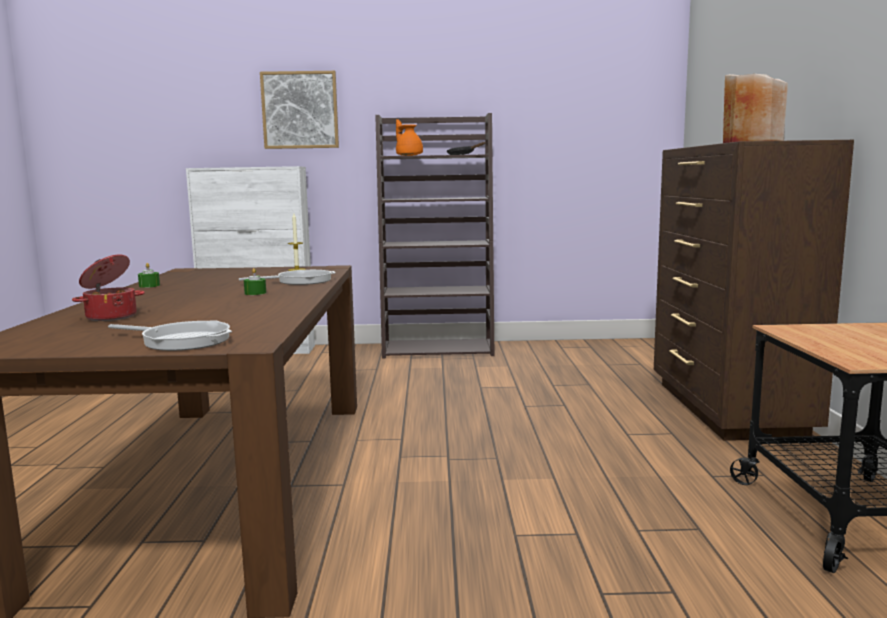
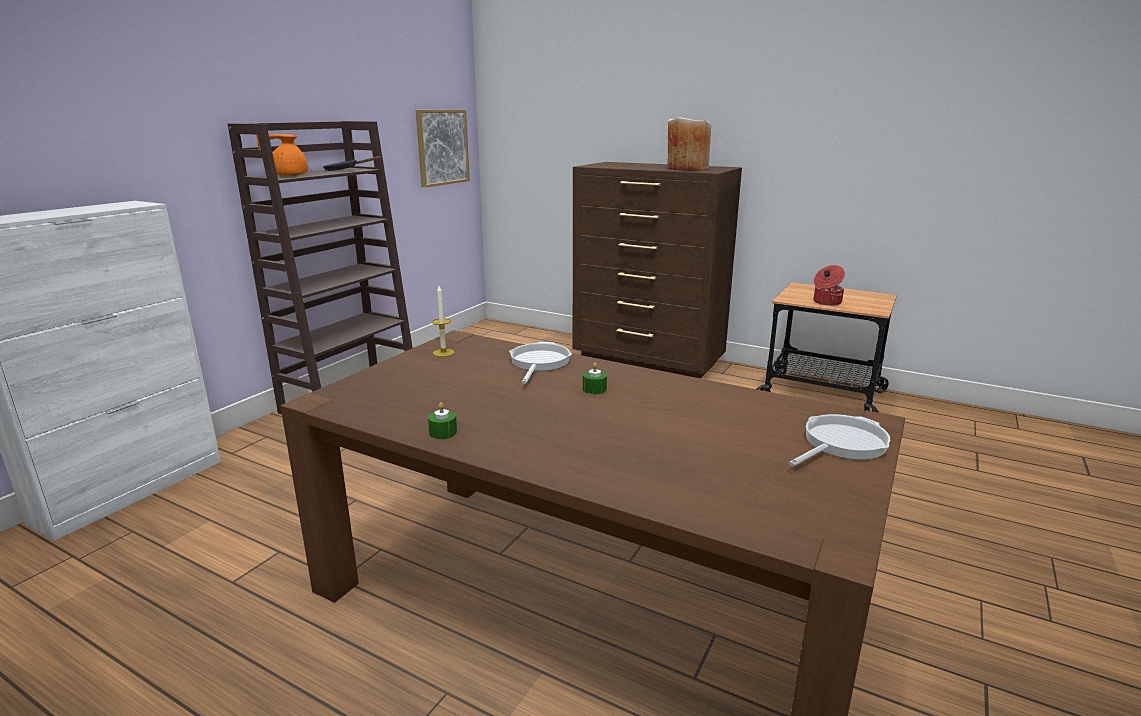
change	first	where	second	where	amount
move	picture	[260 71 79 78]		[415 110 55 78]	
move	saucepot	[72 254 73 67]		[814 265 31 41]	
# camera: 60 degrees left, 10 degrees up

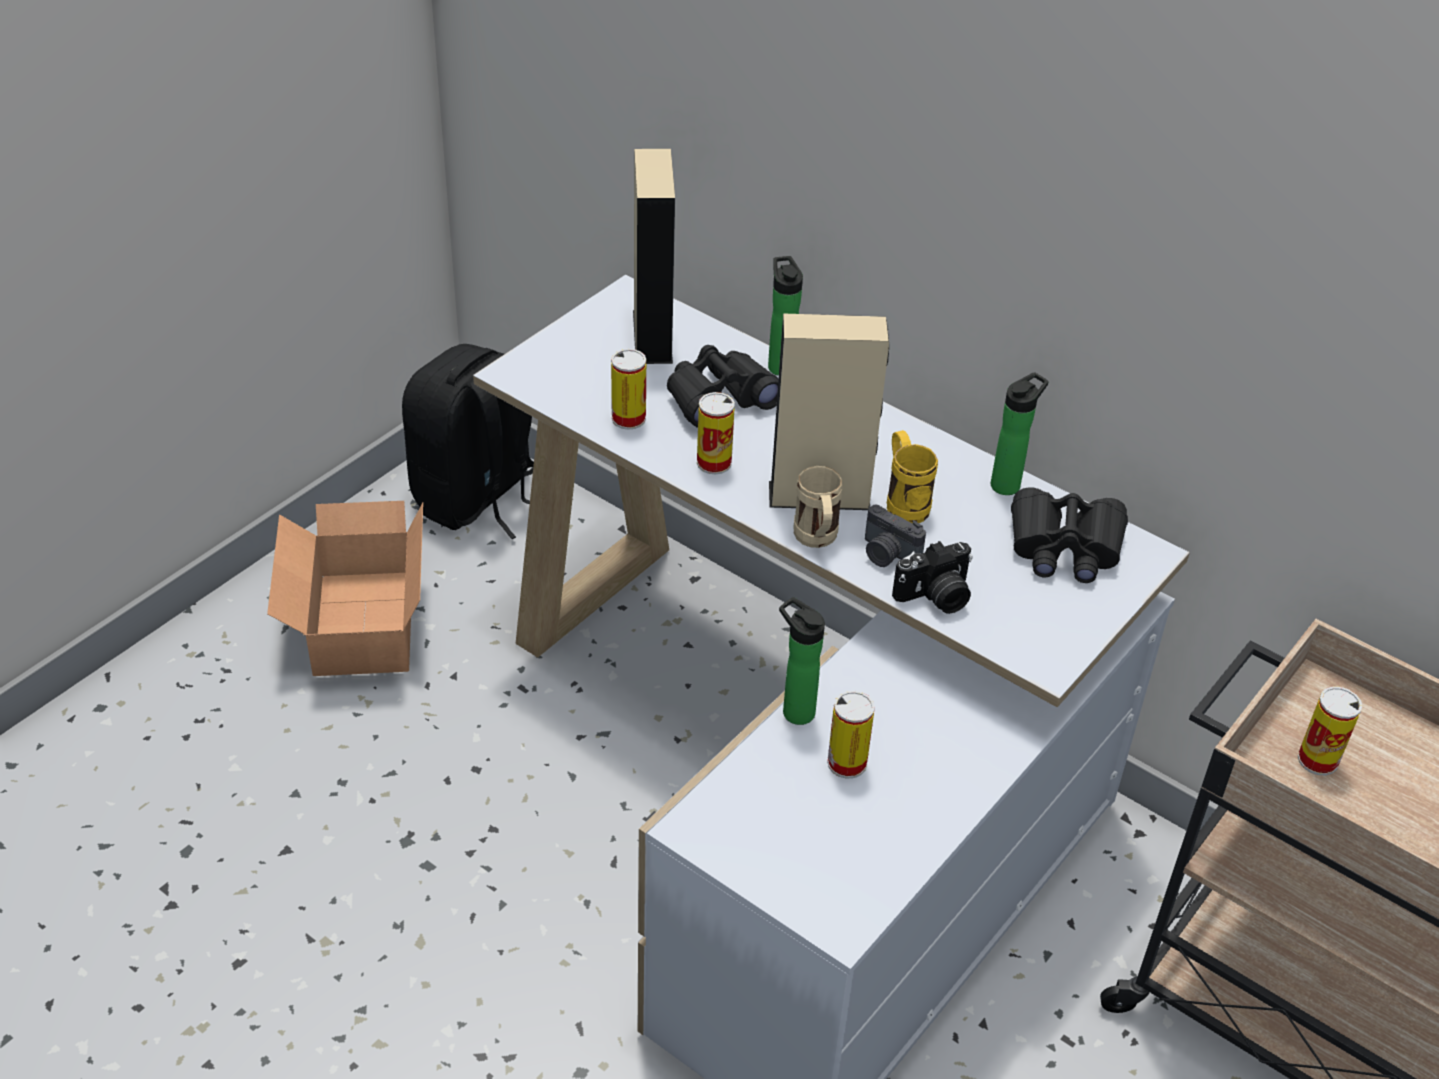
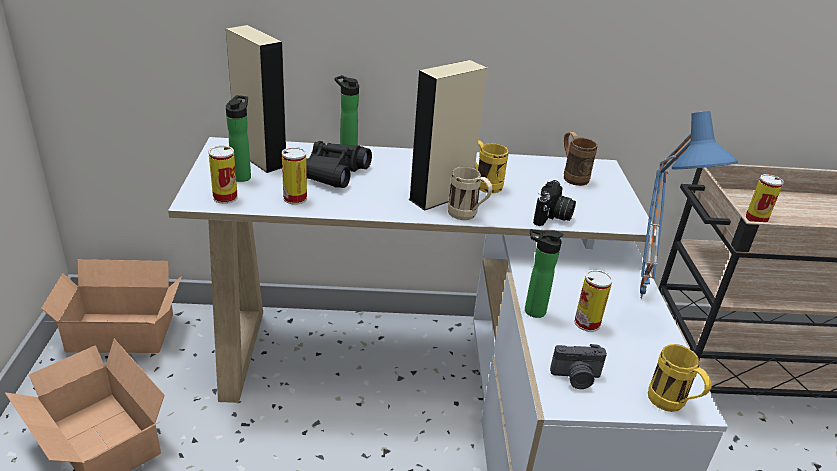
change	first	where	second	where	amount
replace	blackish knapsack	[402 344 132 195]	cardboard box	[41 259 141 94]	
move	bottle	[991 372 58 123]		[226 95 25 87]	
move	metal can	[697 392 38 82]		[208 146 30 58]	
replace	blackish binoculars	[1011 487 117 96]	brown coffee mug	[564 132 33 54]	
move	photo camera	[865 505 61 62]		[550 344 57 45]	
insert			blue-coloured lamp for a table	[640 111 98 188]	
insert			yellowish coffee mug	[648 344 64 68]	
# camera: 40 degrees left, 10 degrees down

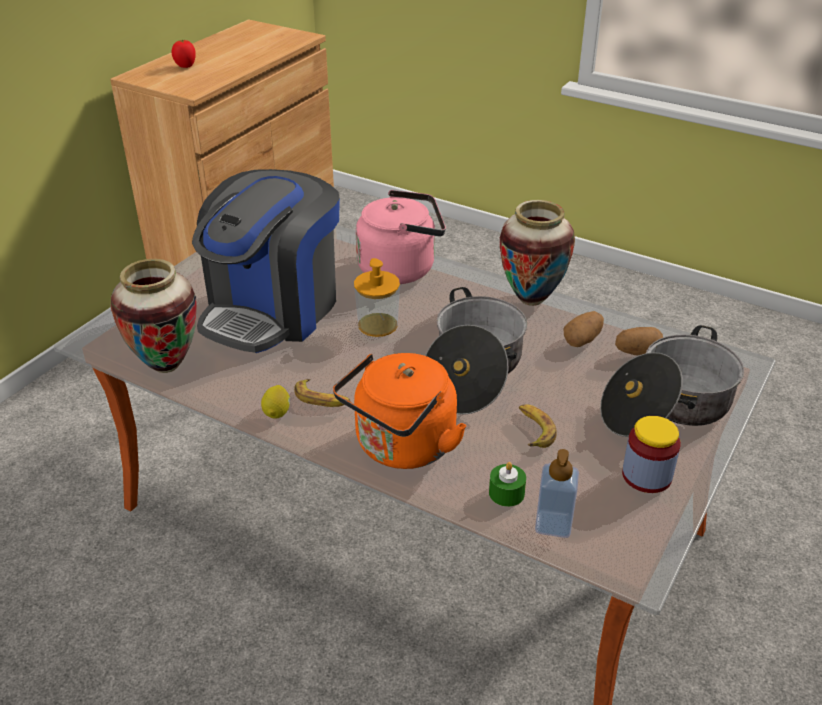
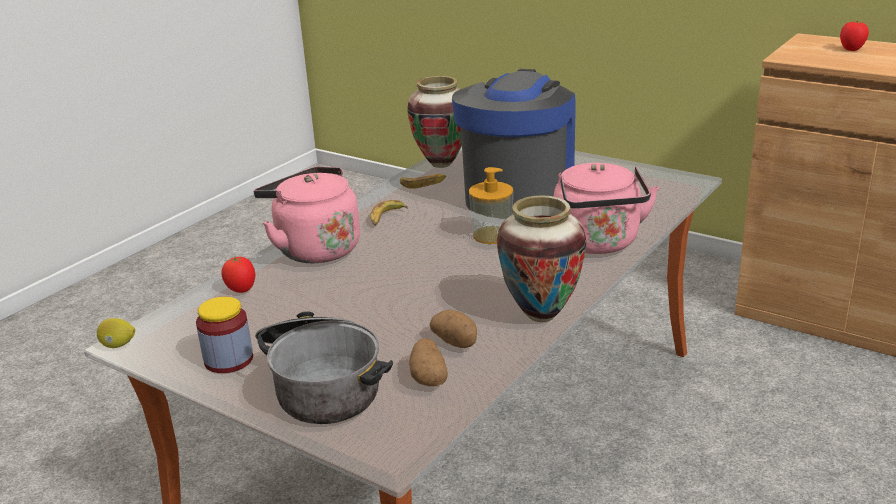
change	first	where	second	where	amount
rotate	coffee machine	[192 169 148 184]		[452 69 124 141]	75 degrees clockwise
delete	saucepot	[425 287 102 128]			
recolor	orangey kettle	[333 353 133 116]	pinkish kettle	[254 166 106 97]	
move	whole lemon	[261 385 29 34]		[97 318 38 30]	
move	banana	[519 405 38 43]		[400 174 46 15]	
delete	soap dispenser	[535 449 44 89]			
replace	green-coloured candle	[489 462 37 45]	fresh tomato	[221 257 34 36]	
# camera: 95 degrees right, 10 degrees down

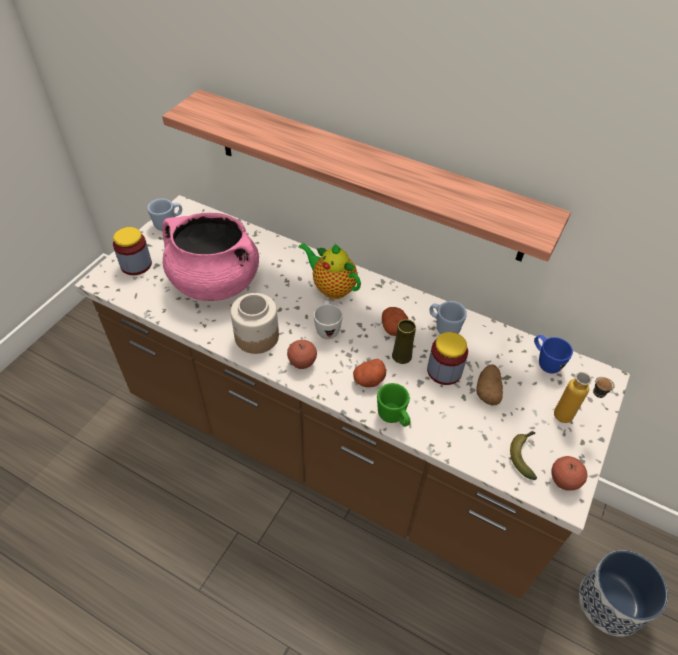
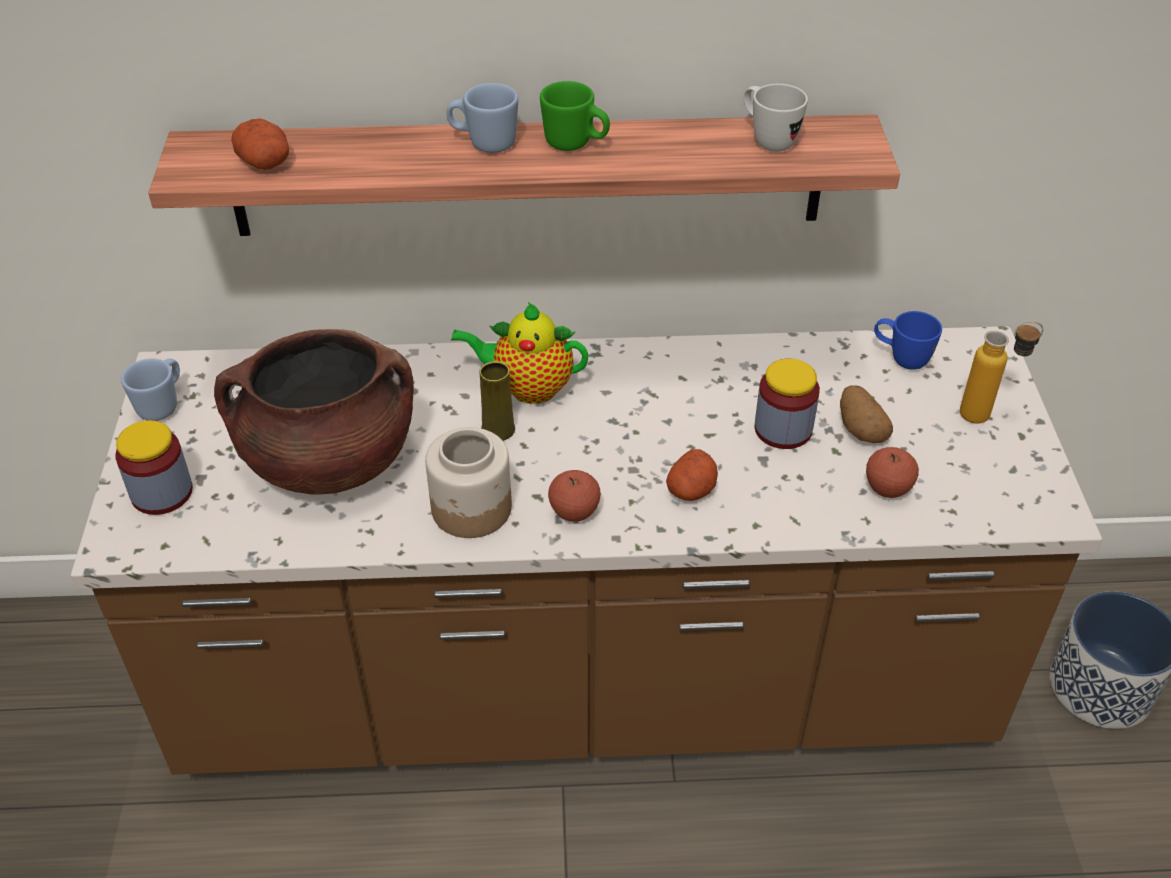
change	first	where	second	where	amount
recolor	pinkish saucepot	[162 213 97 88]	brown saucepot	[214 329 200 166]	
move	white-coloured coffee mug	[314 300 29 39]		[744 84 64 68]	
move	blue-coloured coffee mug	[430 301 37 33]		[446 83 72 70]	
move	whole potato	[382 307 27 29]		[232 119 57 51]	
move	yellowish flower vase	[392 319 24 45]		[479 361 36 80]	
move	green-coloured coffee mug	[377 383 33 44]		[540 81 70 70]	
delete	banana	[510 431 27 49]			
move	whole apple	[551 456 36 35]		[866 447 53 51]	
# camera: 30 degrees left, 5 degrees down

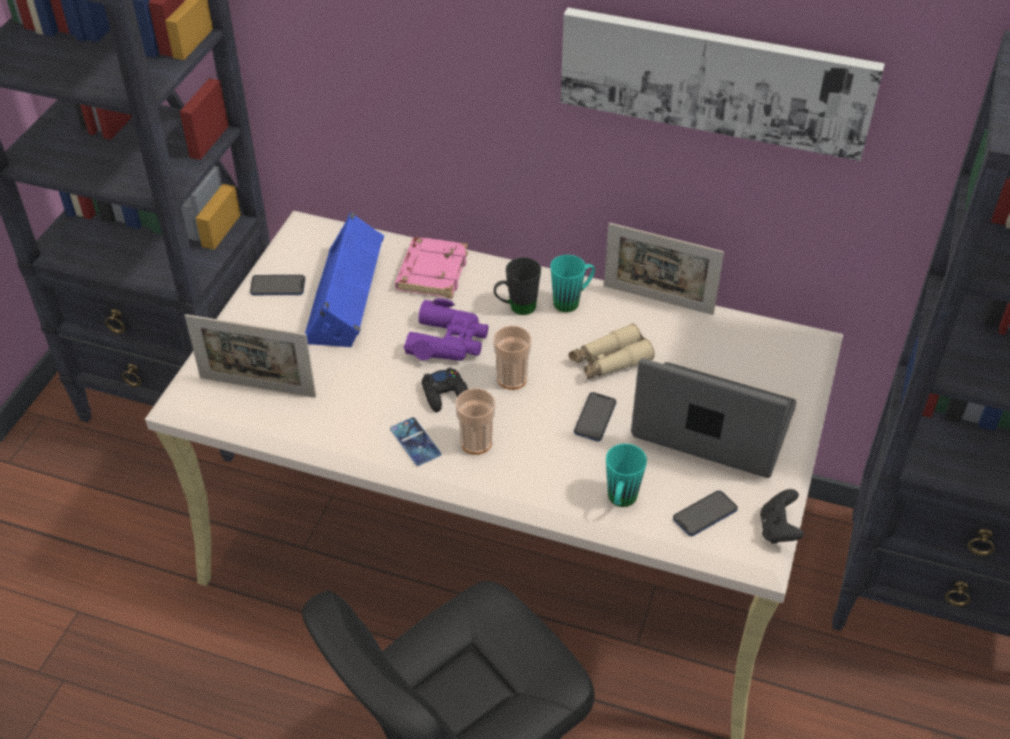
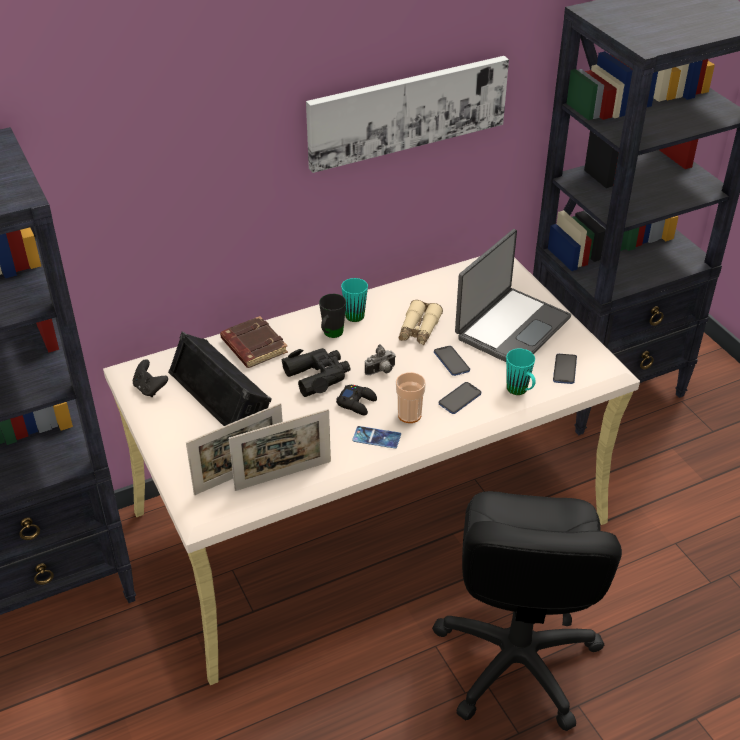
change	first	where	second	where	amount
recolor	blue-coloured loudspeaker	[305 211 79 136]	blackish loudspeaker	[168 332 104 94]	
move	picture frame	[604 223 120 92]		[229 409 102 82]	
recolor	pinkish volume	[395 237 73 61]	brown volume	[220 316 68 52]	
move	telephone	[250 275 55 20]		[439 382 42 32]	
recolor	purple-coloured binoculars	[404 299 85 62]	blackish binoculars	[281 348 70 49]	
replace	cup	[493 326 39 64]	photo camera	[365 344 31 31]	
rotate	portable computer	[631 358 165 120]		[455 229 116 133]	150 degrees clockwise
move	blackish game controller	[760 489 44 55]		[133 359 35 38]	
# camera: 45 degrees left, 5 degrees down

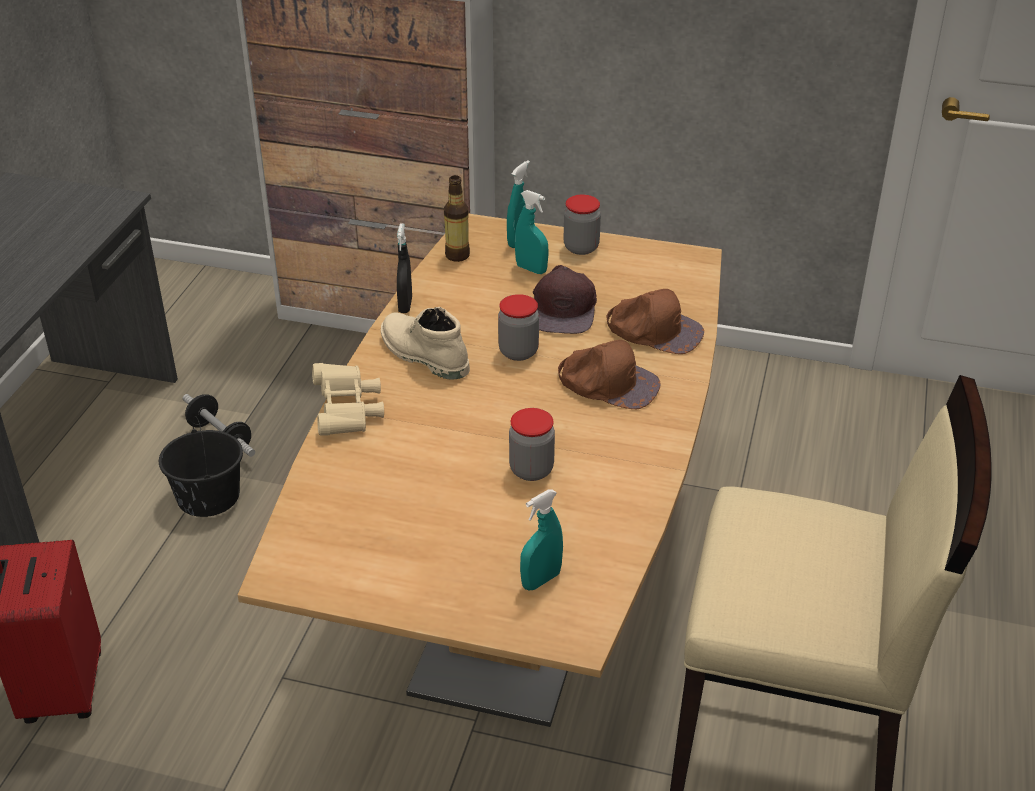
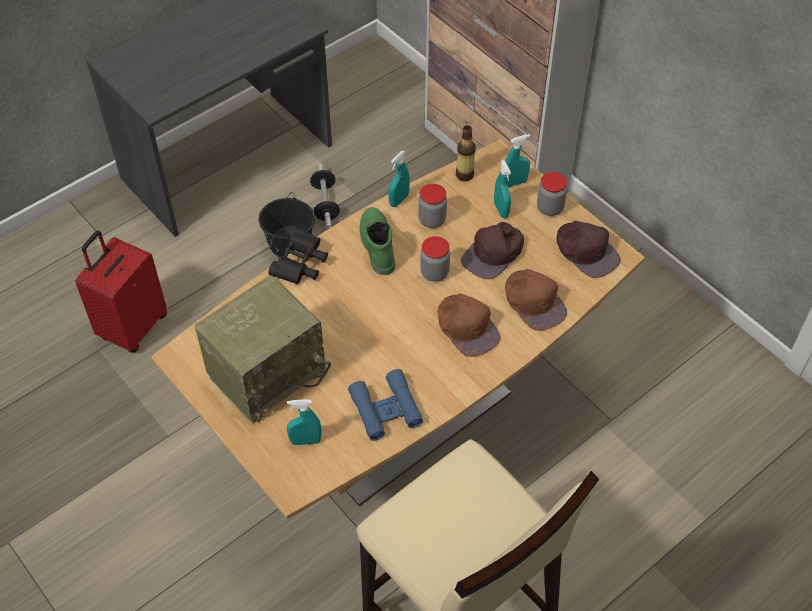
change	first	where	second	where	amount
recolor	blackish spray bottle	[397 223 15 90]	blue-green spray bottle	[388 151 22 56]	
recolor	beige-coloured boot	[381 307 89 73]	green-coloured boot	[359 207 36 68]	
recolor	beige-coloured binoculars	[312 363 72 72]	blackish binoculars	[268 225 60 60]	
move	storage jar	[509 408 46 73]		[418 184 29 44]	
insert			brown cap	[557 221 63 57]	
insert			radio receiver	[195 275 136 149]	
insert			blue-coloured binoculars	[348 369 75 72]	
# camera: 35 degrees right, 15 degrees up

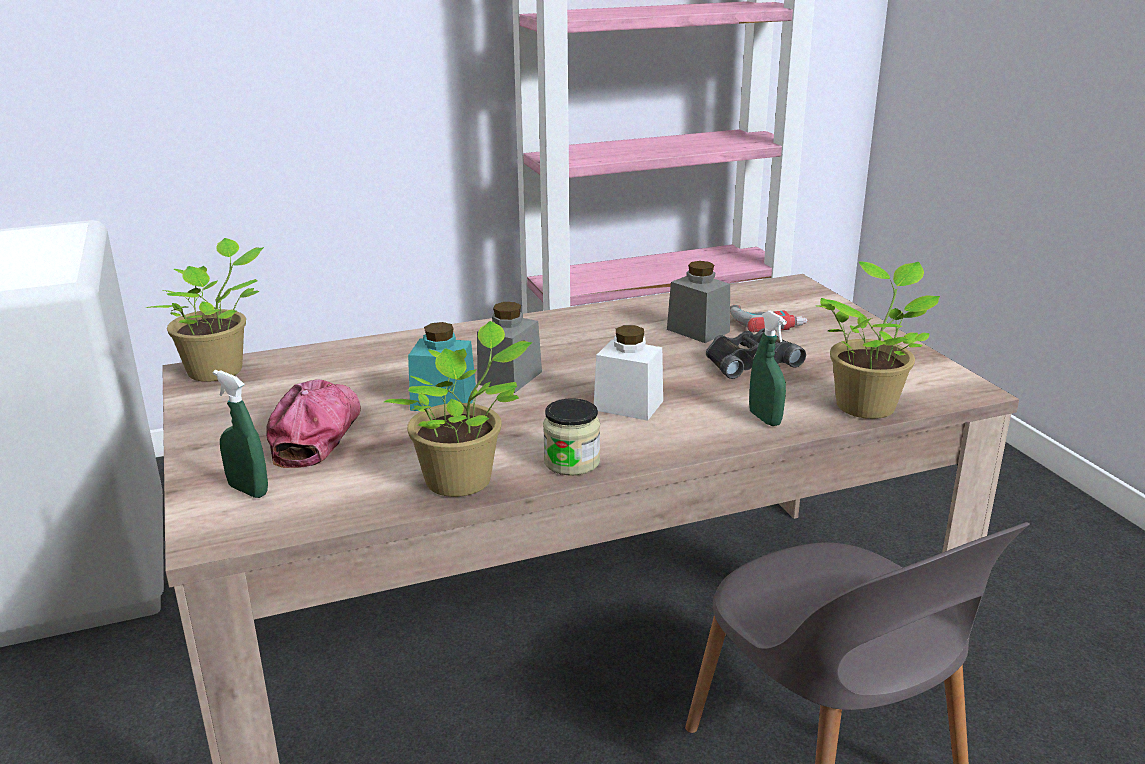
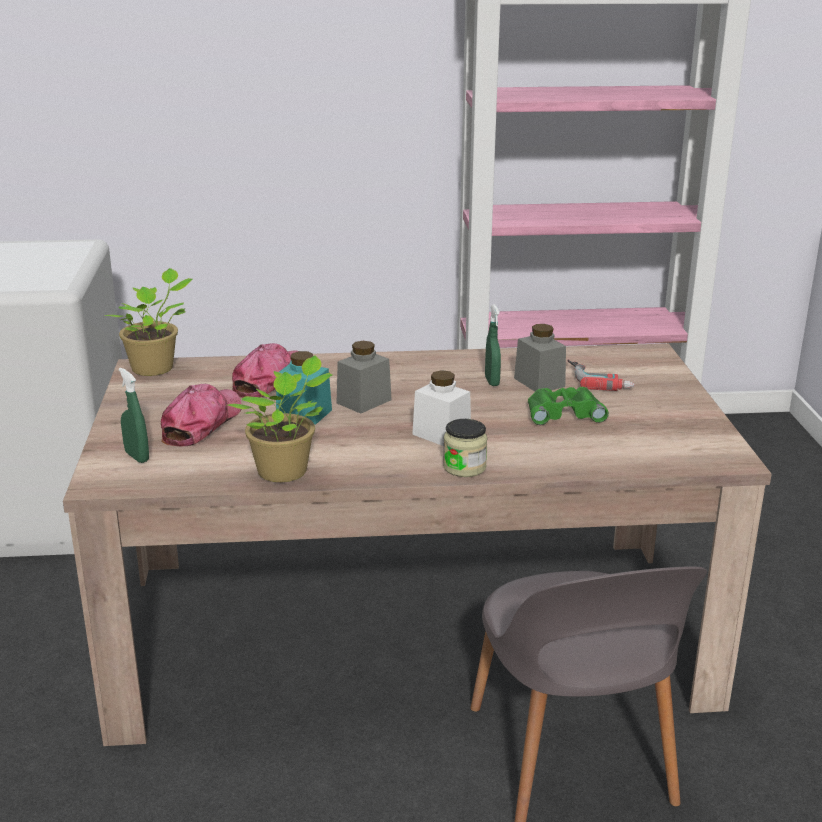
change	first	where	second	where	amount
delete	plant in a pot	[818 261 122 158]			
move	green-coloured spray bottle	[749 311 38 115]		[485 304 16 82]	
recolor	blackish binoculars	[706 328 100 51]	green-coloured binoculars	[528 387 81 38]	
move	storage jar	[543 398 57 78]		[443 419 44 58]	
insert			cap	[232 343 66 55]	
# camera: 15 degrees right, 0 degrees up

